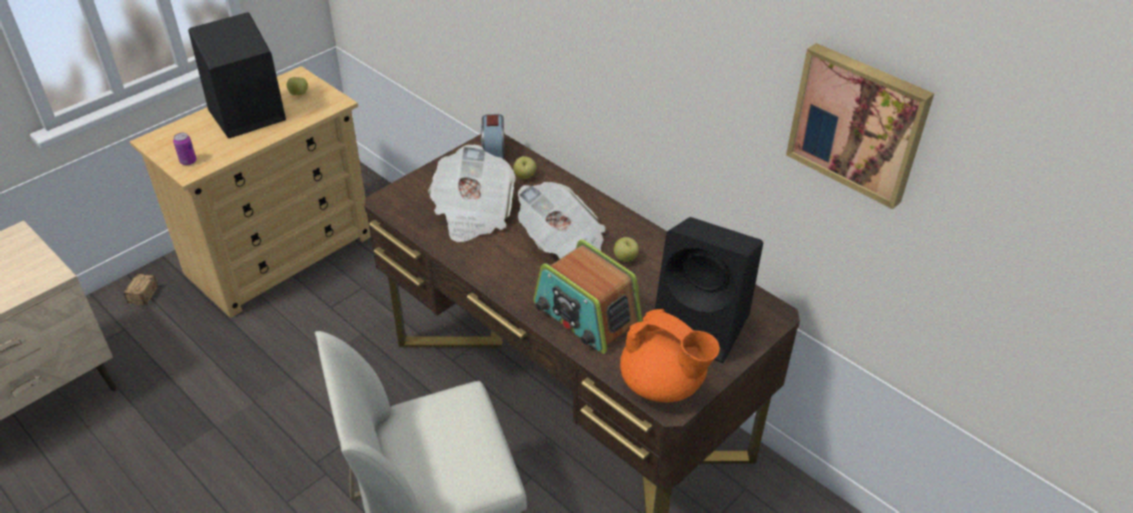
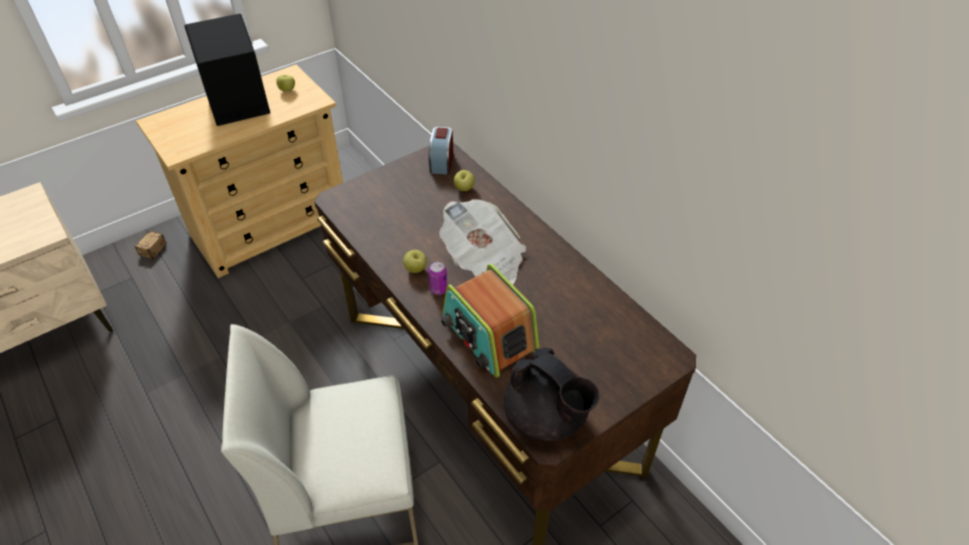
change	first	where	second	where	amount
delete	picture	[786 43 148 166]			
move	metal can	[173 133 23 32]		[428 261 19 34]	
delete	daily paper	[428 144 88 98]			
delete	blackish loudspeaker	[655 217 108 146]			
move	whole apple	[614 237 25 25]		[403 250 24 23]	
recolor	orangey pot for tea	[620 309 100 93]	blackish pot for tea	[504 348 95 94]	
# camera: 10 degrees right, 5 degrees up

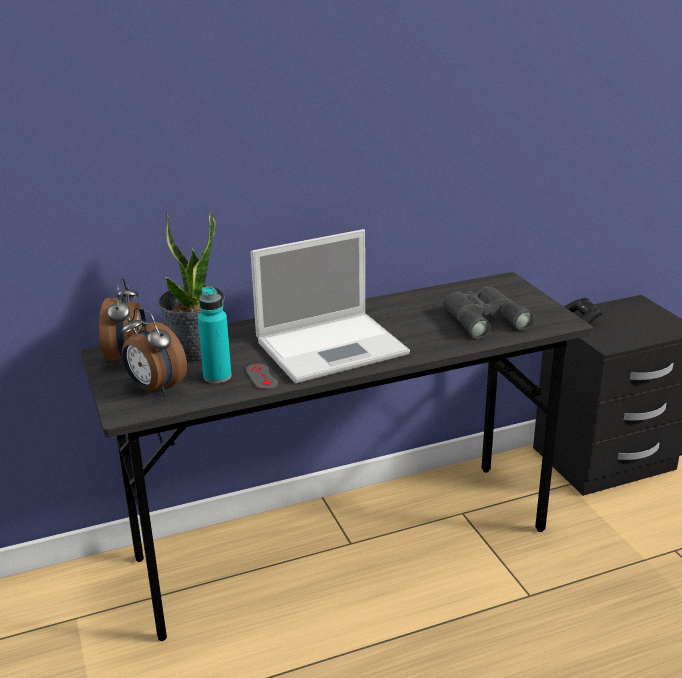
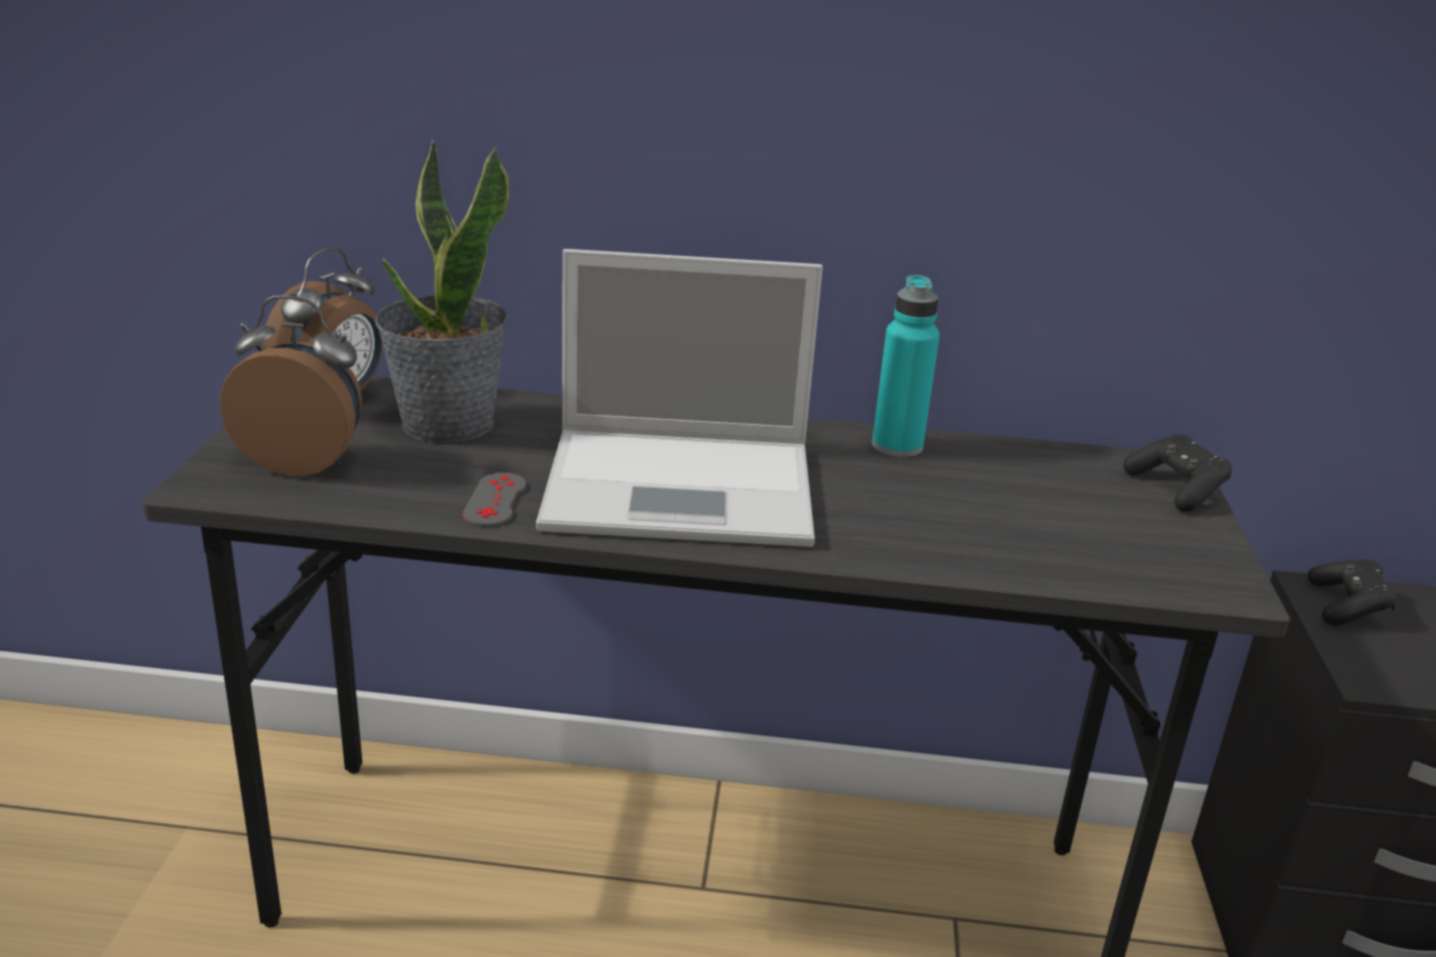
change	first	where	second	where	amount
move	blue-green bottle	[198 286 34 97]		[872 275 68 182]	
delete	grey binoculars	[443 287 91 52]			
rotate	bedside clock	[122 307 65 88]		[220 295 142 181]	120 degrees clockwise
insert			blackish game controller	[1123 434 109 78]	
# camera: 25 degrees right, 0 degrees up

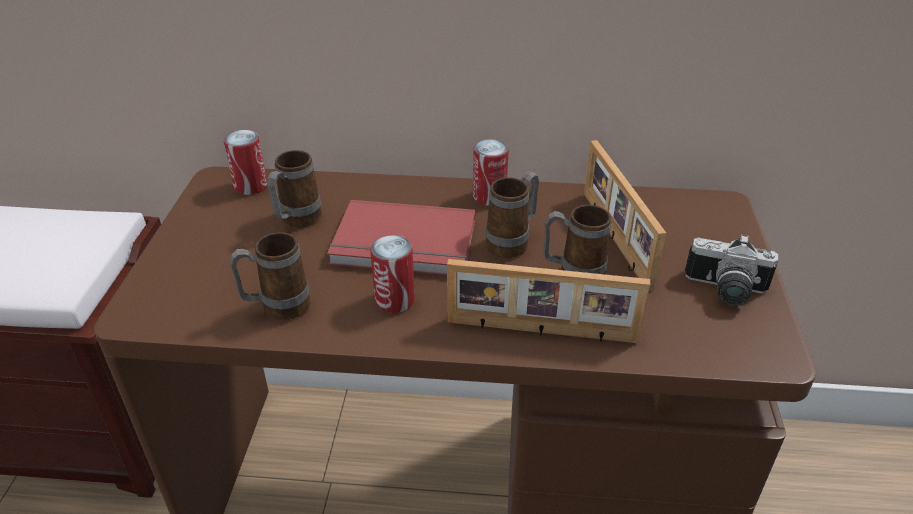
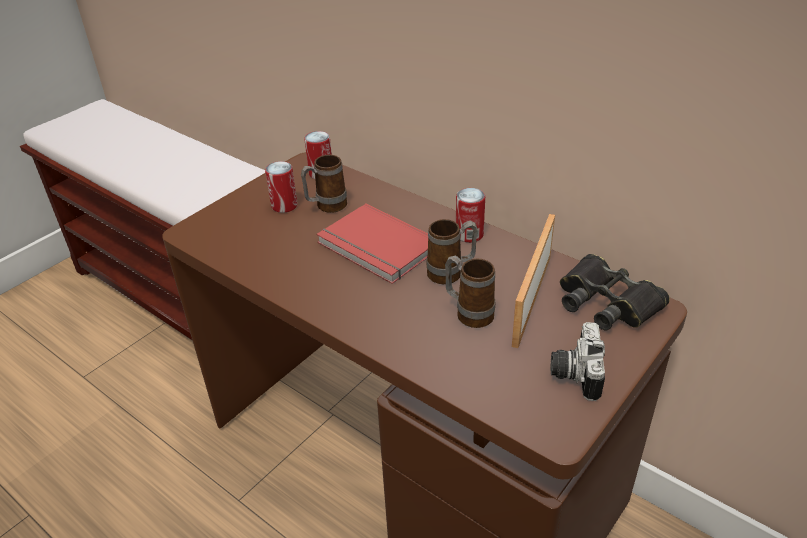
change	first	where	second	where	amount
delete	coffee mug	[230 232 80 88]			
rotate	photo camera	[685 234 93 72]		[551 322 54 79]	45 degrees clockwise
move	metal can	[370 235 45 78]		[265 161 32 52]	
delete	picture frame	[447 259 203 84]			
insert			blackish binoculars	[560 254 110 76]	
# camera: 35 degrees right, 0 degrees up

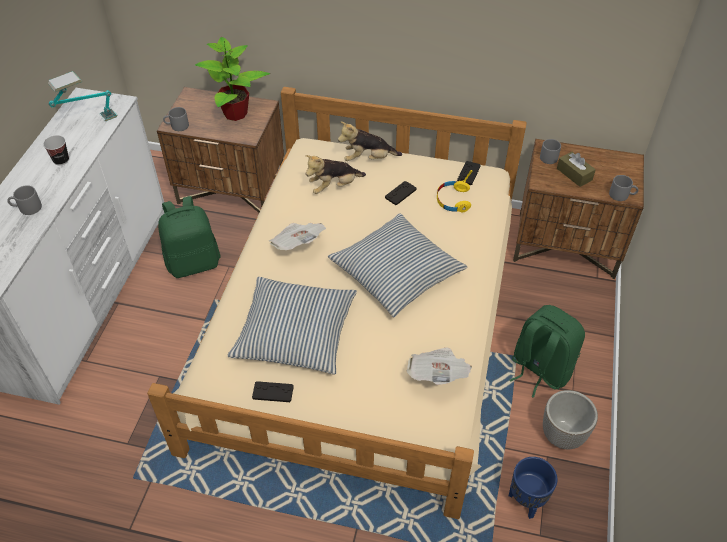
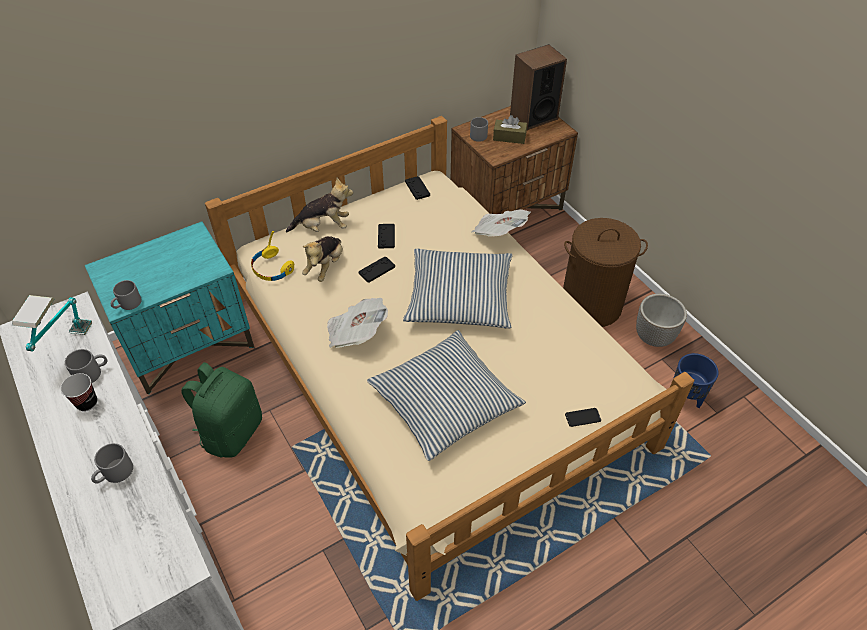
change	first	where	second	where	amount
delete	plant in a pot	[195 37 75 84]			
recolor	brown night table	[157 87 127 126]	blue-green night table	[85 221 169 174]	
rotate	soft toy	[338 122 64 39]		[286 177 67 55]	135 degrees counterclockwise
move	yellowish headphones	[437 170 35 42]		[251 231 43 50]	
move	grey coffee mug	[609 175 30 26]		[65 349 43 34]	
replace	green-coloured knapsack	[509 305 76 93]	brown hamper	[563 218 85 109]	
move	daily paper	[407 347 65 38]		[471 209 60 28]	
move	blackish game controller	[252 381 42 21]		[359 256 36 26]	
insert			loudspeaker	[510 44 57 86]	
insert			telephone	[565 408 36 19]	
# camera: 45 degrees left, 0 degrees up

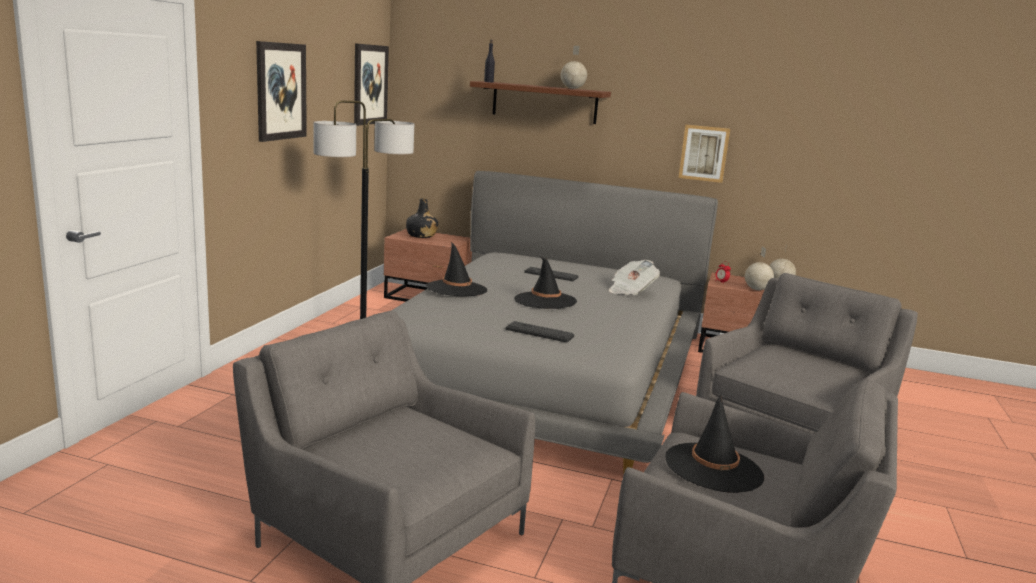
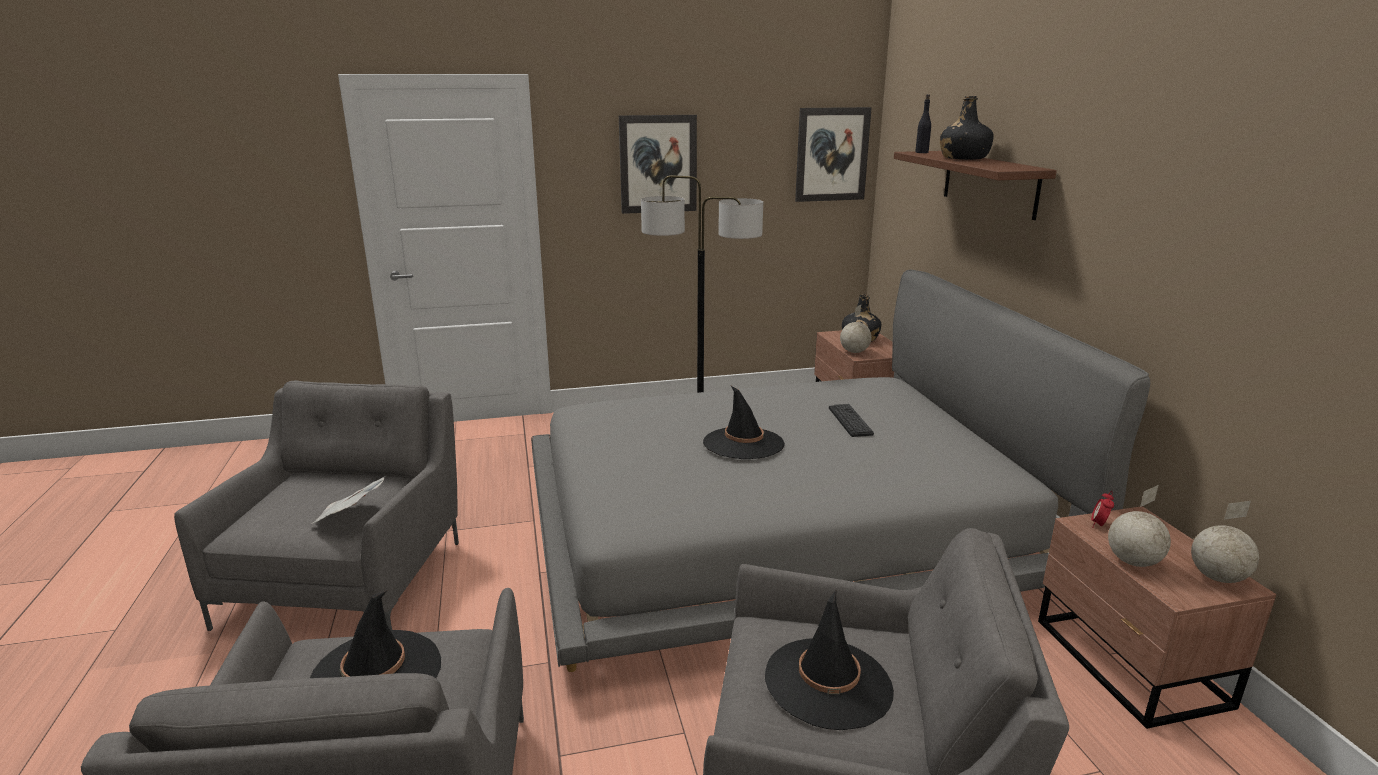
change	first	where	second	where	amount
move	globe	[561 46 26 43]		[840 305 32 48]	
delete	picture	[679 125 51 58]			
move	blackish hat	[426 242 61 54]		[765 591 129 139]	
move	daily paper	[609 260 51 35]		[311 477 73 47]	
delete	PC keyboard	[505 321 69 22]			
insert			blackish bottle	[940 96 53 64]	
# camera: 60 degrees right, 5 degrees up

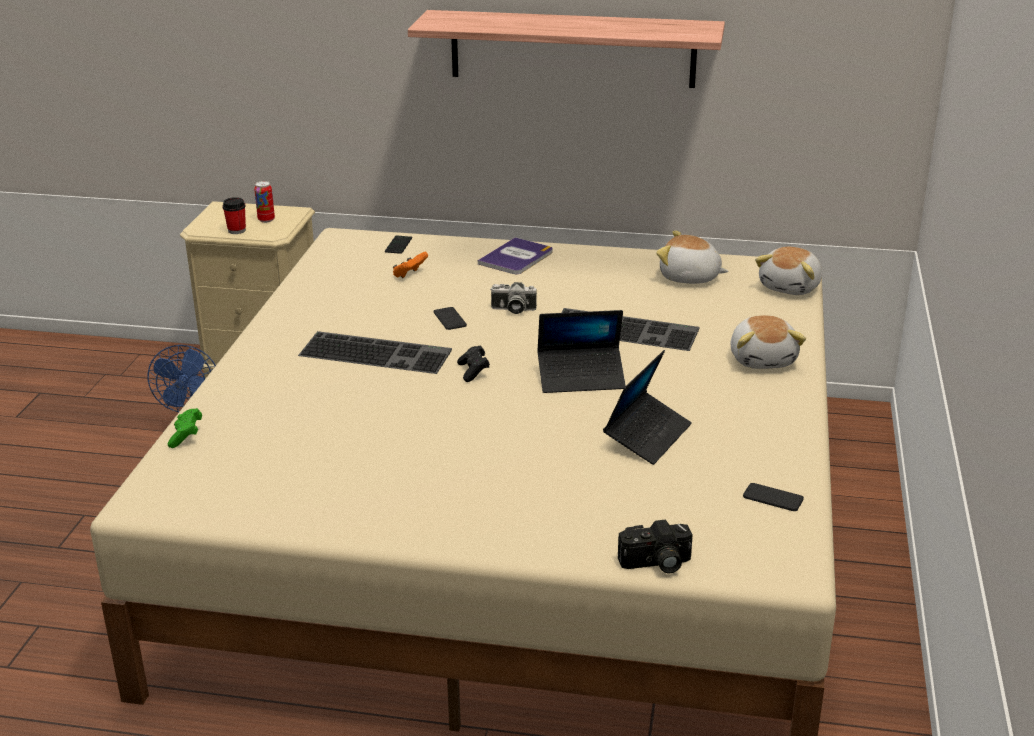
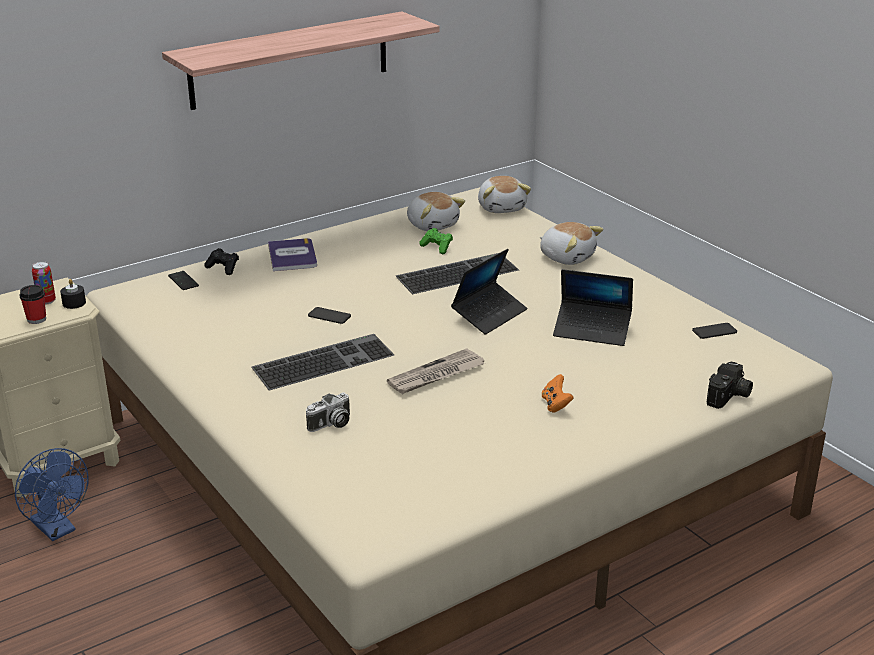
change	first	where	second	where	amount
rotate	soft toy	[656 231 73 53]		[407 192 58 39]	105 degrees counterclockwise
move	orangey game controller	[393 252 35 26]		[542 374 32 39]	
move	photo camera	[490 282 47 32]		[306 392 44 40]	
move	blackish game controller	[457 345 33 37]		[205 248 34 27]	
rotate	portable computer	[603 350 89 115]		[553 269 80 77]	120 degrees clockwise
move	green-coloured game controller	[168 408 34 40]		[419 228 34 26]	
insert			blackish candle	[60 279 26 30]	
insert			daily paper	[387 348 98 46]	
# camera: 45 degrees left, 0 degrees up

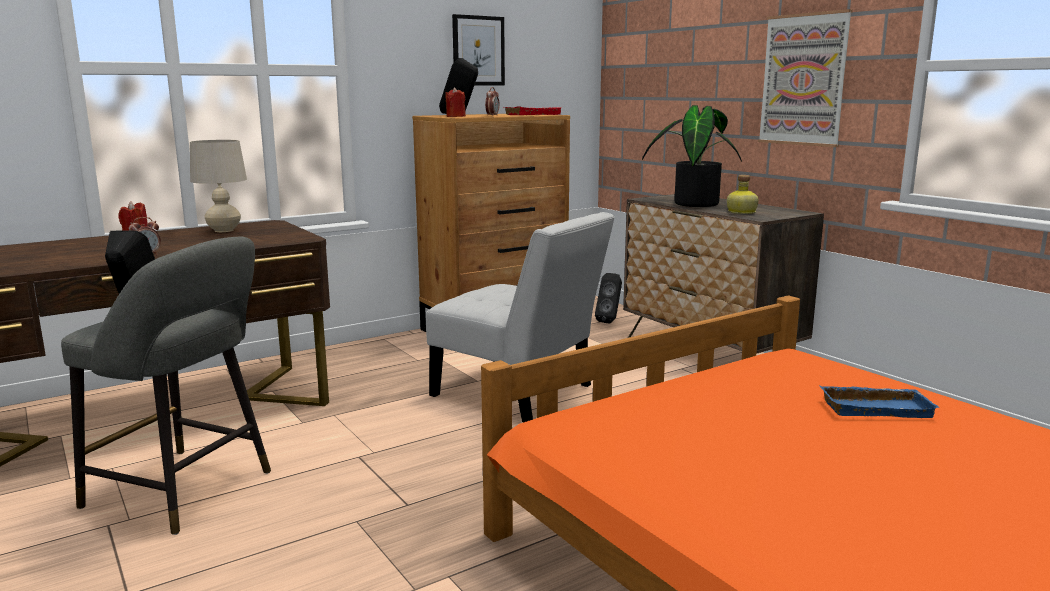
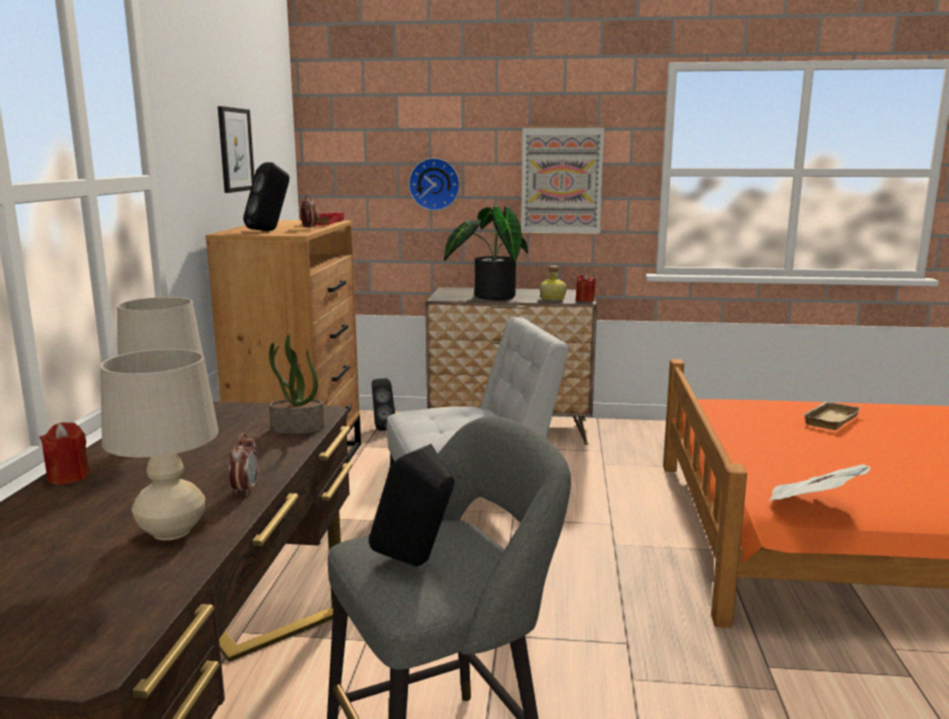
change	first	where	second	where	amount
move	red candle	[445 87 21 30]		[576 273 19 29]	
recolor	blue-coloured serving tray	[820 386 120 32]	beige-coloured serving tray	[802 402 59 28]	
insert			hanging clock	[409 158 51 53]	
insert			plant in a pot	[269 334 55 100]	
insert			beige-coloured lamp for a table	[100 349 118 191]	
insert			daily paper	[767 464 104 38]	
# camera: 50 degrees left, 0 degrees up

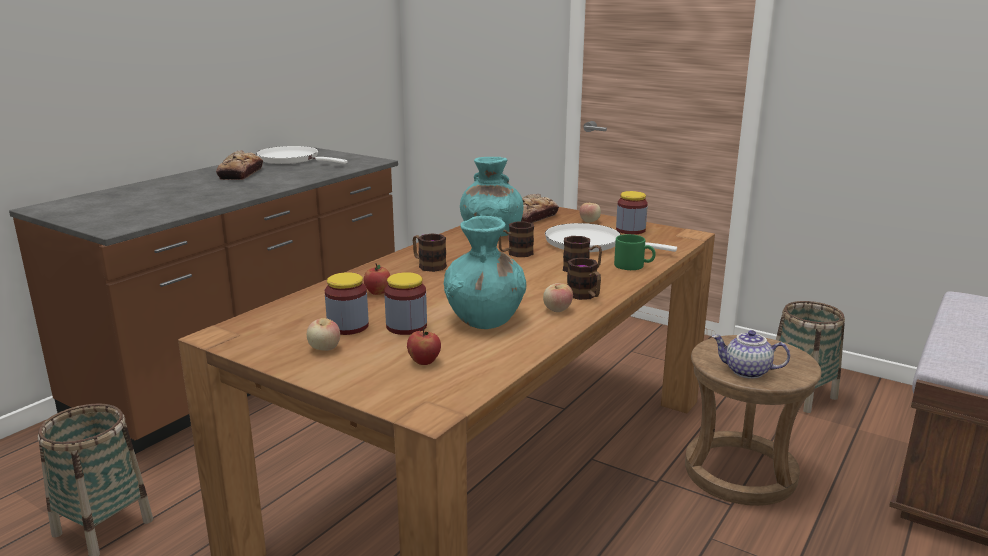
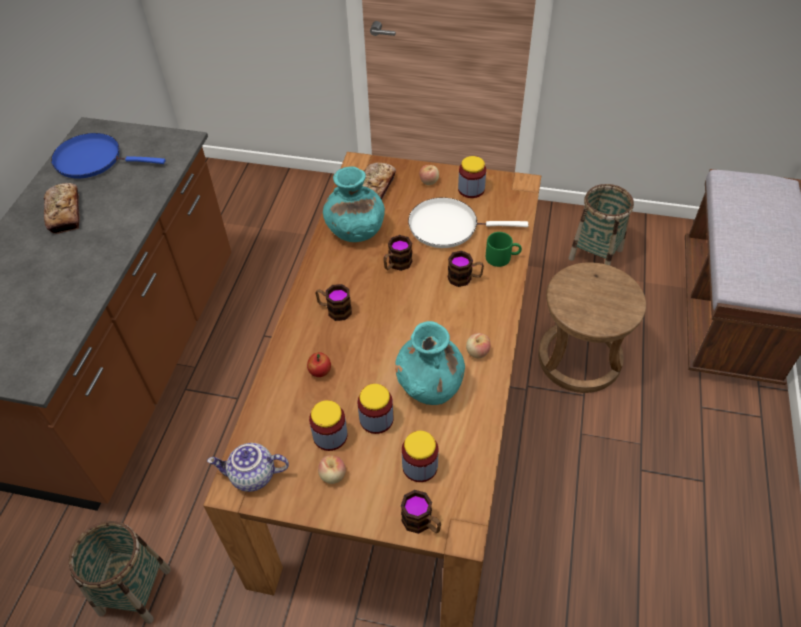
change	first	where	second	where	amount
recolor	white-coloured skillet	[256 146 92 18]	blue-coloured skillet	[51 133 114 46]	
move	coffee mug	[567 258 34 42]		[401 490 40 44]	
replace	whole apple	[407 327 34 38]	storage jar	[402 431 36 51]	
move	pot for tea	[712 330 78 49]		[207 443 82 49]	
# camera: 20 degrees left, 30 degrees up

